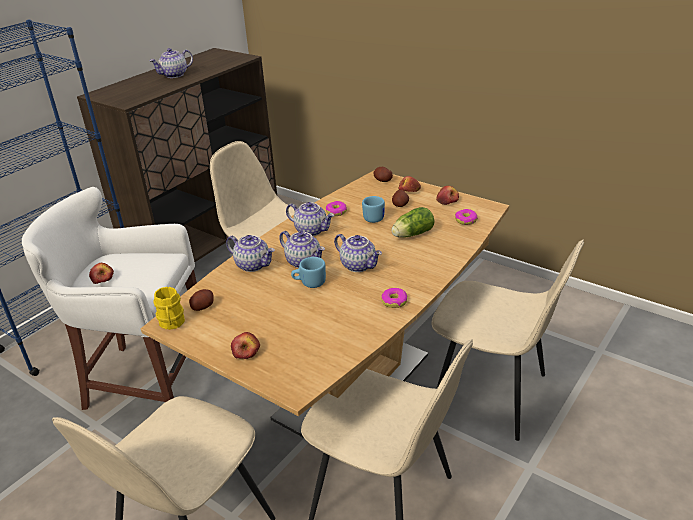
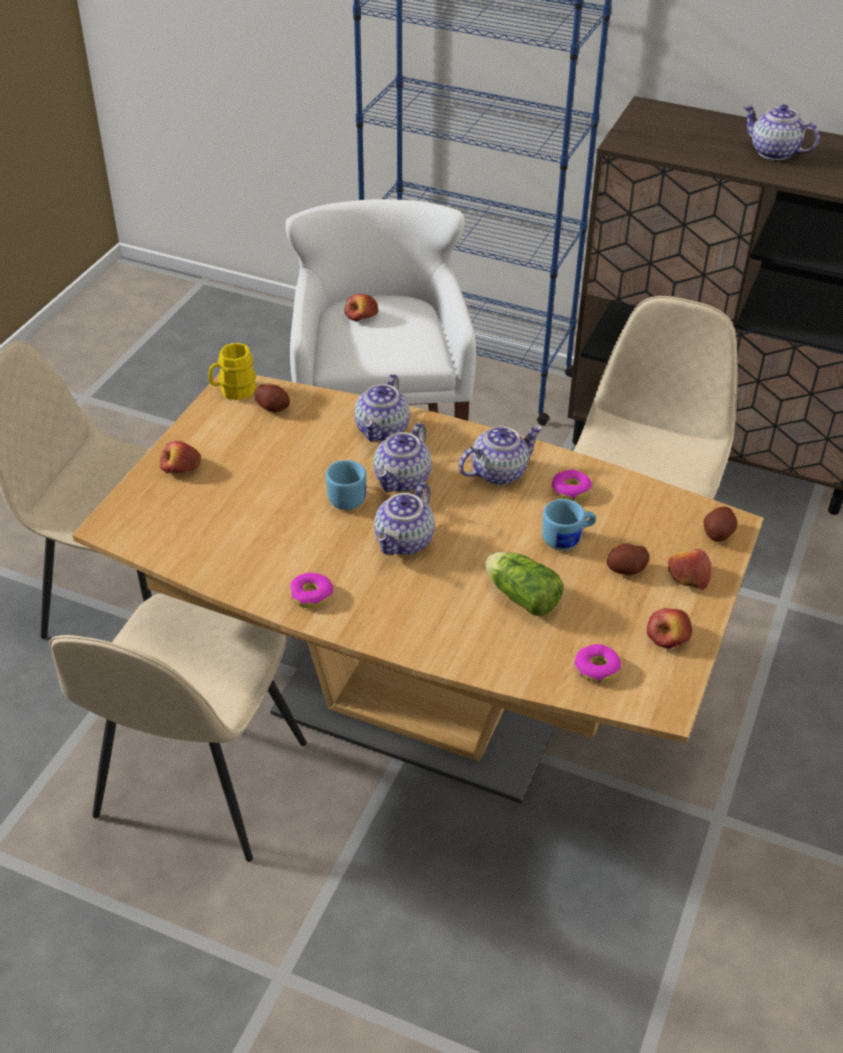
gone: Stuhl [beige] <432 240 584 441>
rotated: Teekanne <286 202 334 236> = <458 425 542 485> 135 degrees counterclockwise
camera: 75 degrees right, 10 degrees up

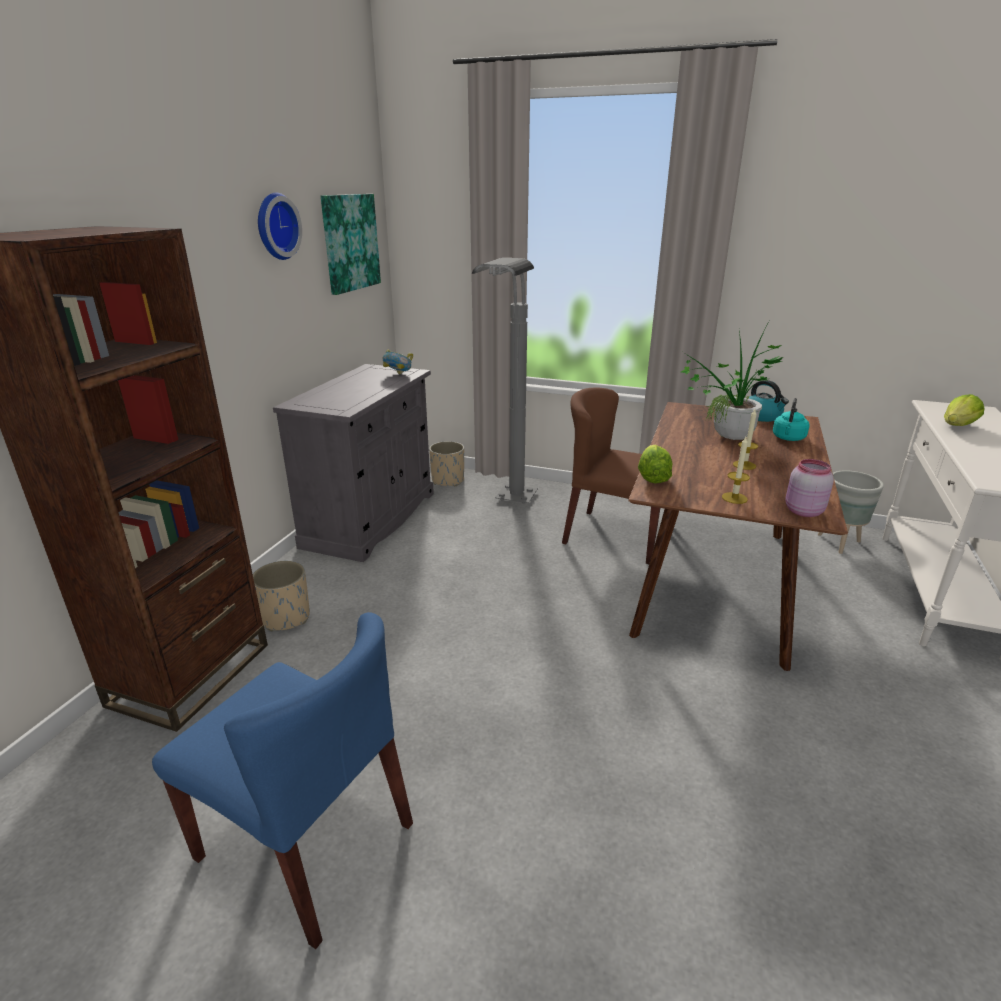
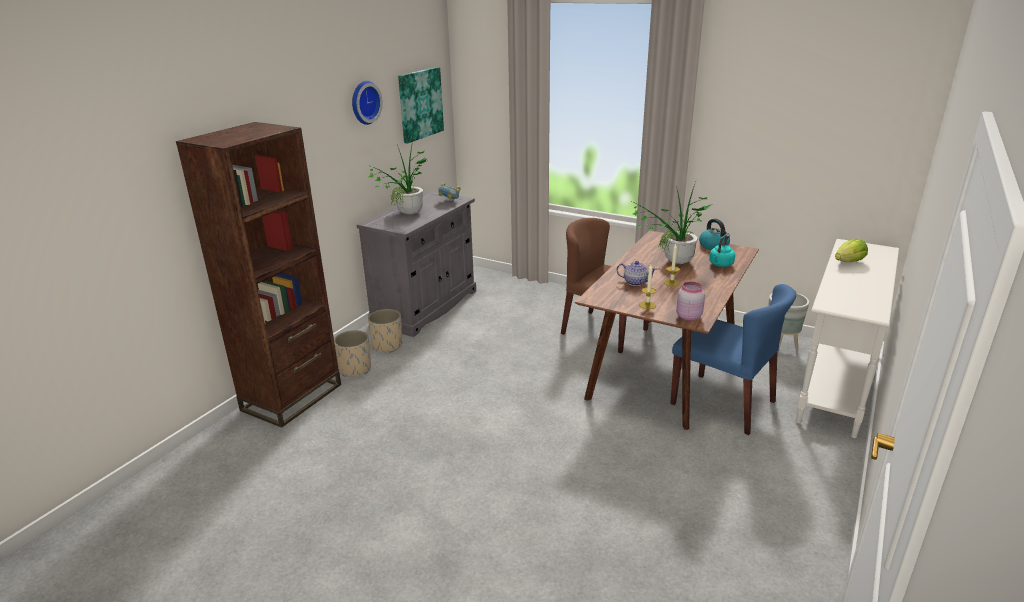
gone: Stehlampe [grau] <471 258 538 504>; Salatkopf <638 444 672 483>
new: Topfpflanze <369 141 427 214>; Teekanne <616 261 657 286>
shifted: Pflanzkübel [beige] <429 441 464 487> to <368 309 402 353>; Stuhl [blau] <152 612 413 949> to <670 284 796 435>
camera: 10 degrees right, 0 degrees up

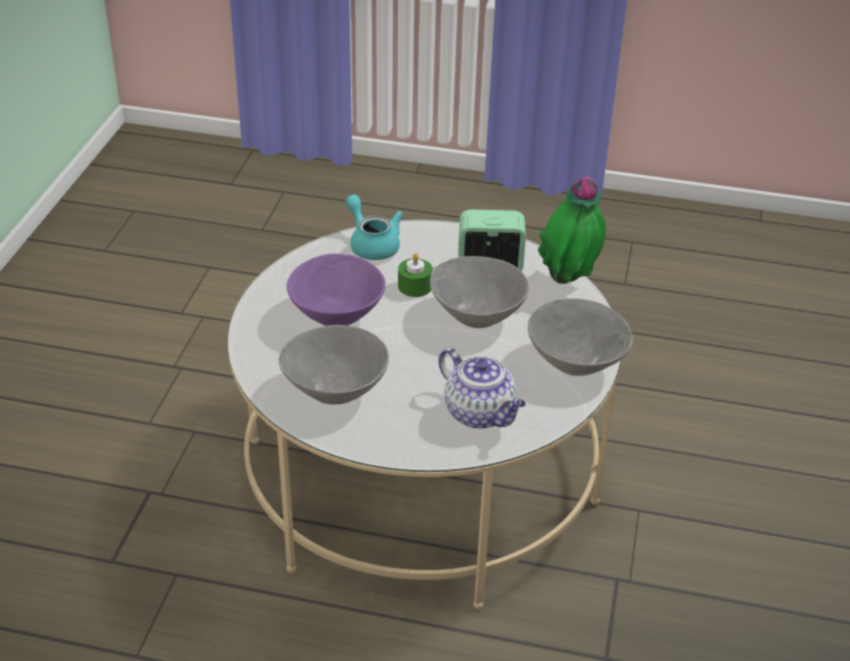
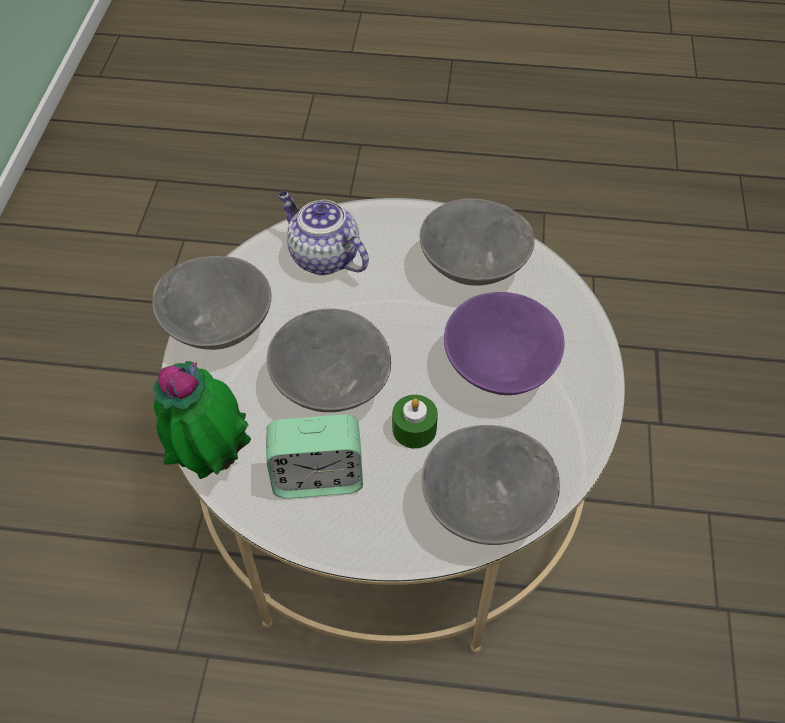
swapped: Teekanne [türkis] <346 195 403 260> to Schüssel [grau] <421 425 560 545>
camera: 175 degrees right, 15 degrees up

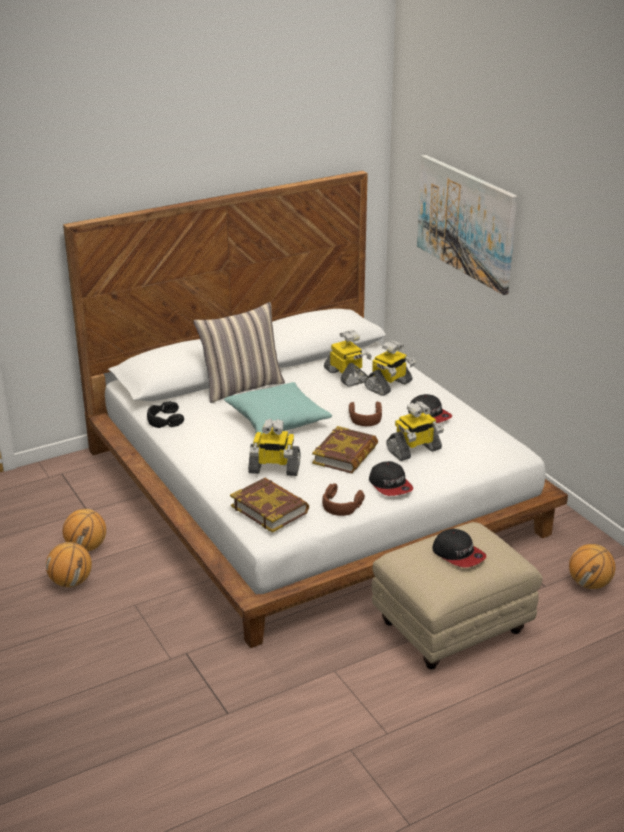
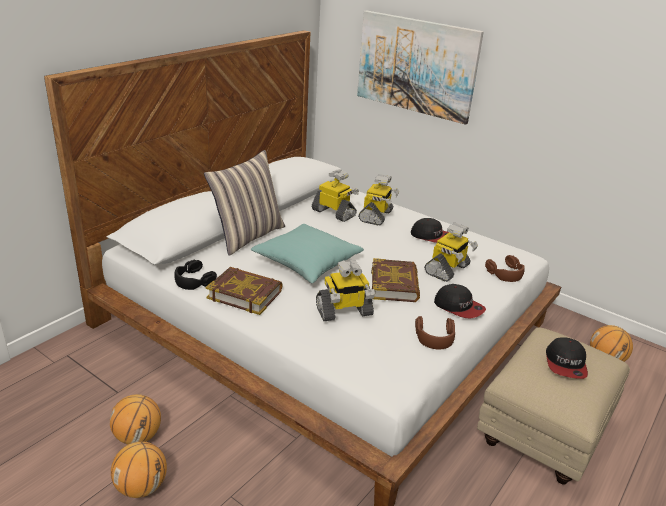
shifted: Kopfhörer [braun] <349 402 382 426> to <485 255 525 282>; Buch <230 478 309 533> to <206 267 283 315>
rotated: Kappe <432 529 486 568> = <546 338 588 379> 75 degrees clockwise
camera: 25 degrees left, 0 degrees up

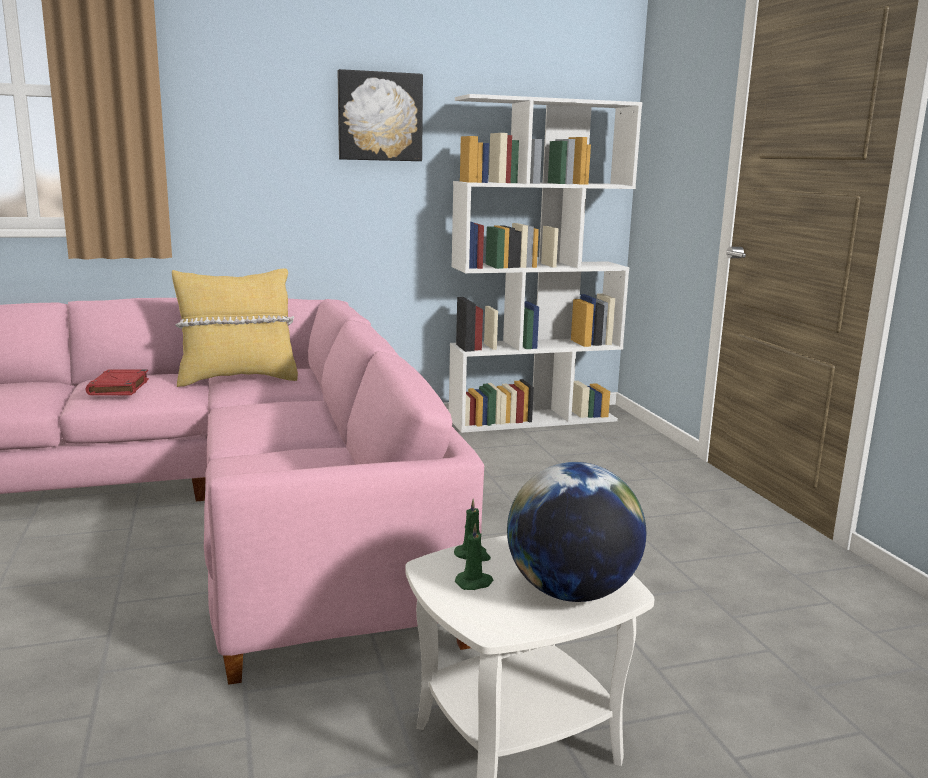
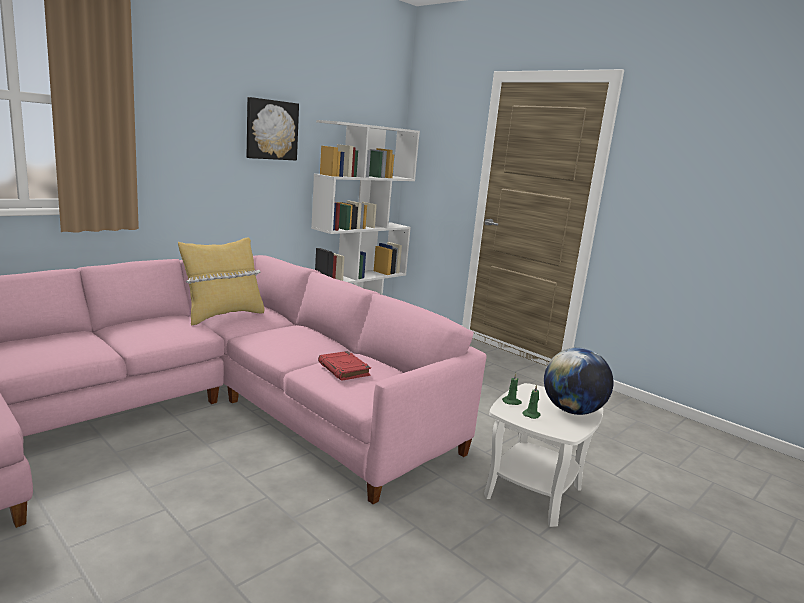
shifted: Buch [rot] <86 369 149 395> to <318 351 371 381>
camera: 30 degrees left, 0 degrees up

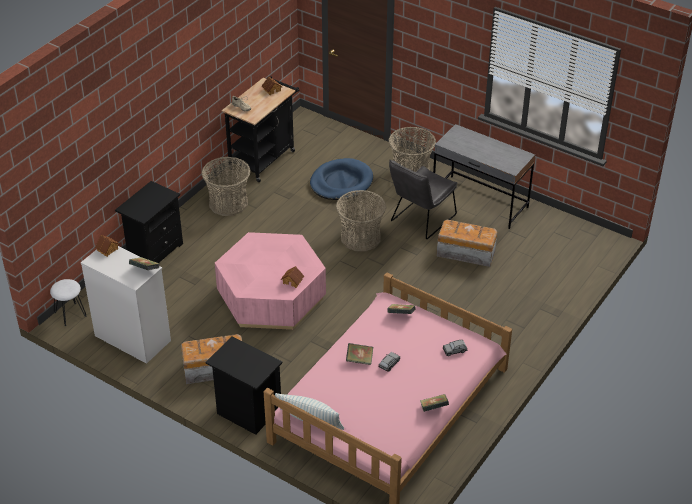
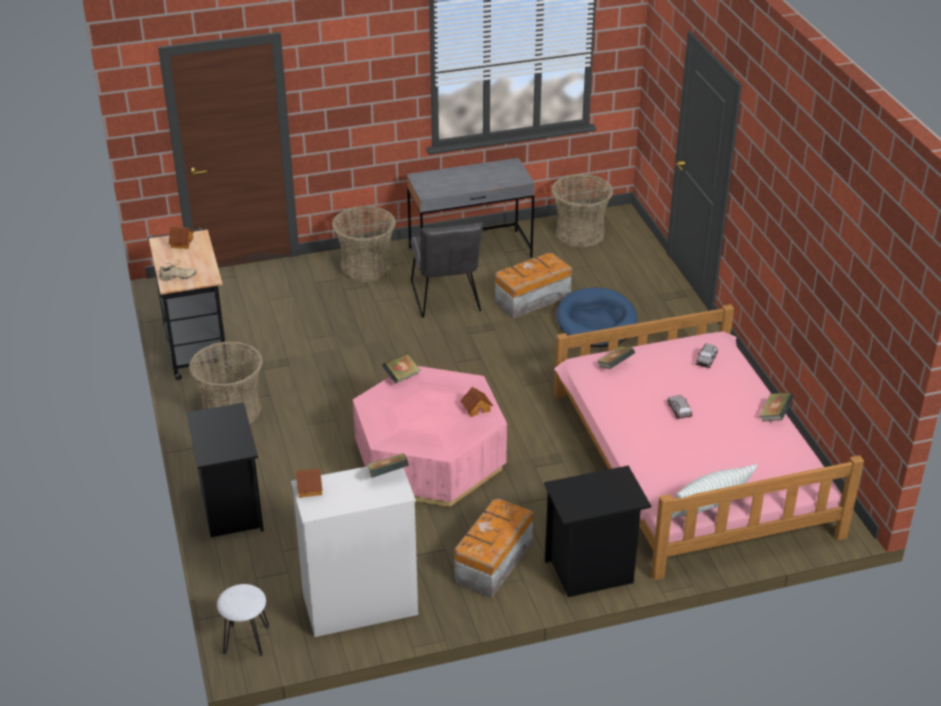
shifted: Hundebett [blau] <310 158 373 200> to <556 288 637 347>; Korb <336 190 386 251> to <551 174 613 247>; Buch <346 343 373 365> to <382 353 421 384>
camera: 50 degrees left, 5 degrees down

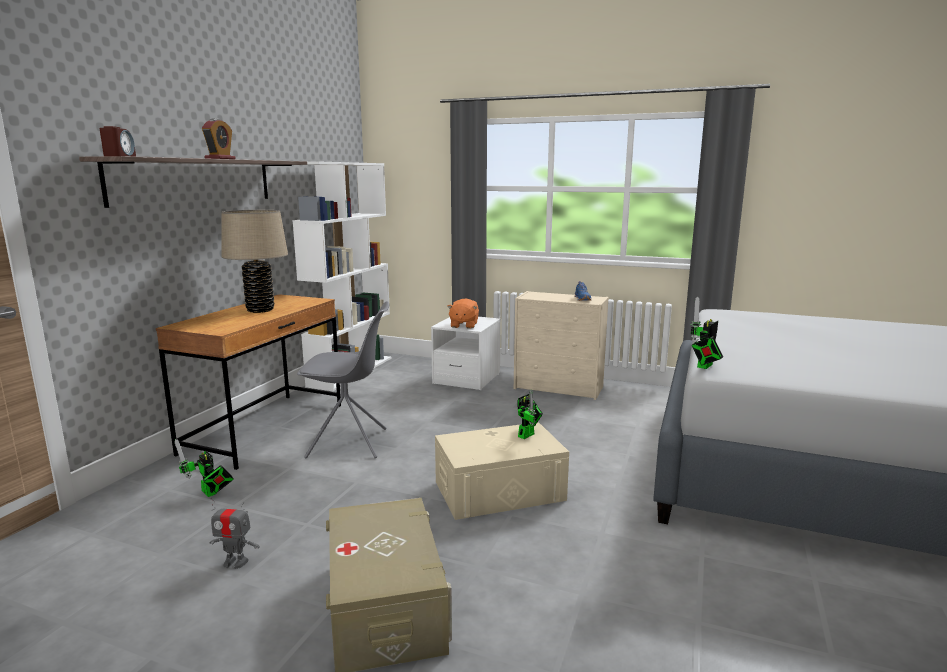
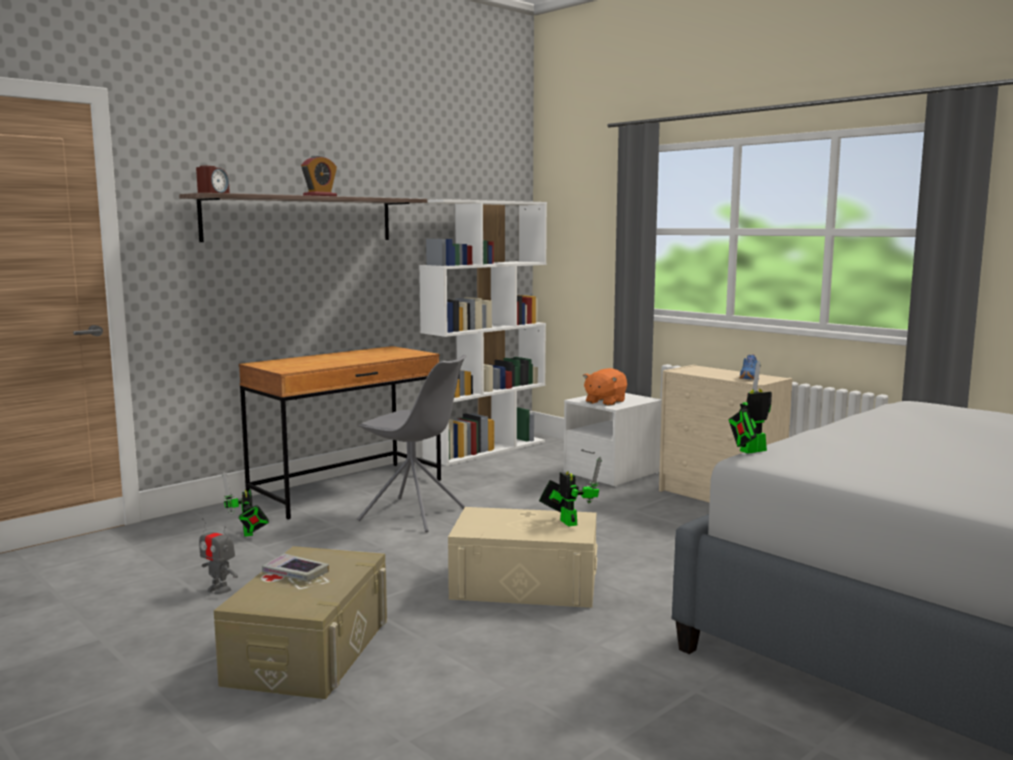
gone: Tischlampe [beige] <221 210 288 313>
new: Buch <262 553 329 581>
rotated: Spielzeugroboter <517 390 543 439> = <539 457 602 527> 90 degrees counterclockwise
camera: 25 degrees right, 5 degrees down

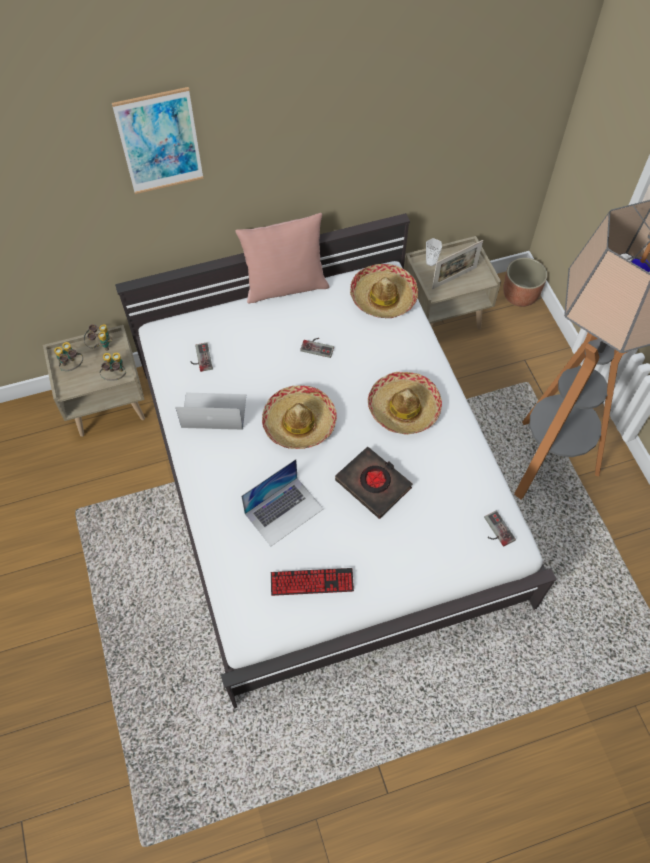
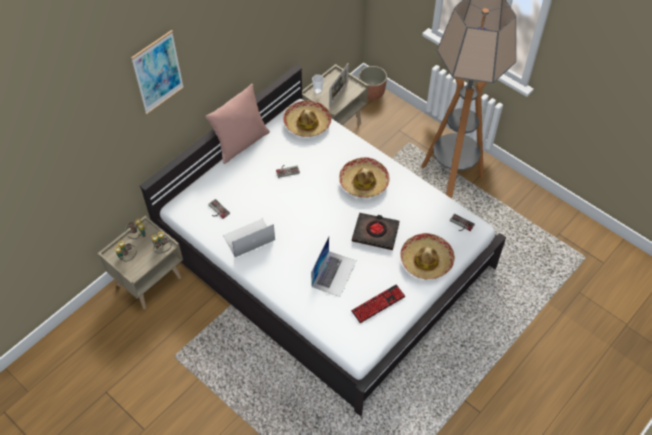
shifted: Hut <262 385 337 449> to <400 233 455 280>
camera: 30 degrees left, 5 degrees down

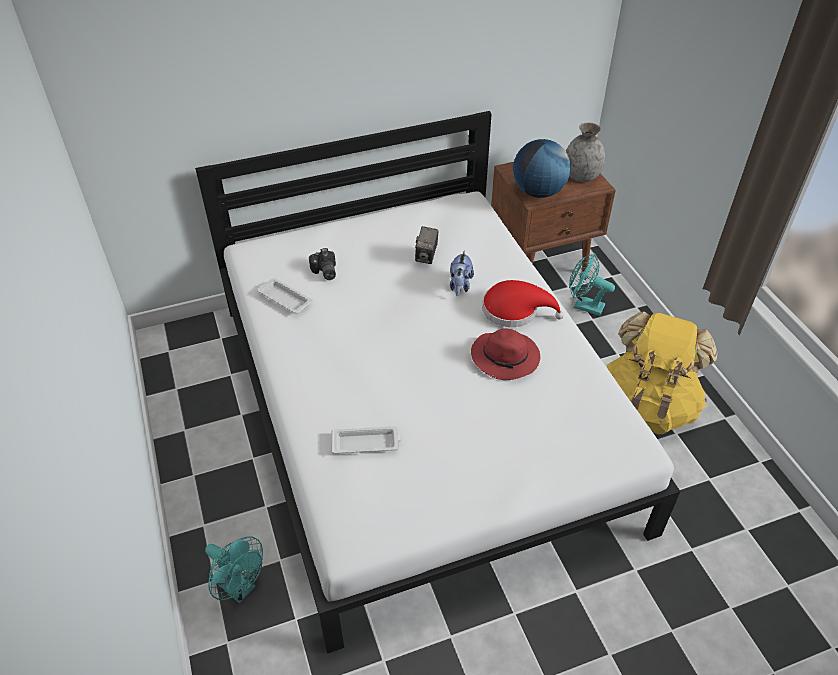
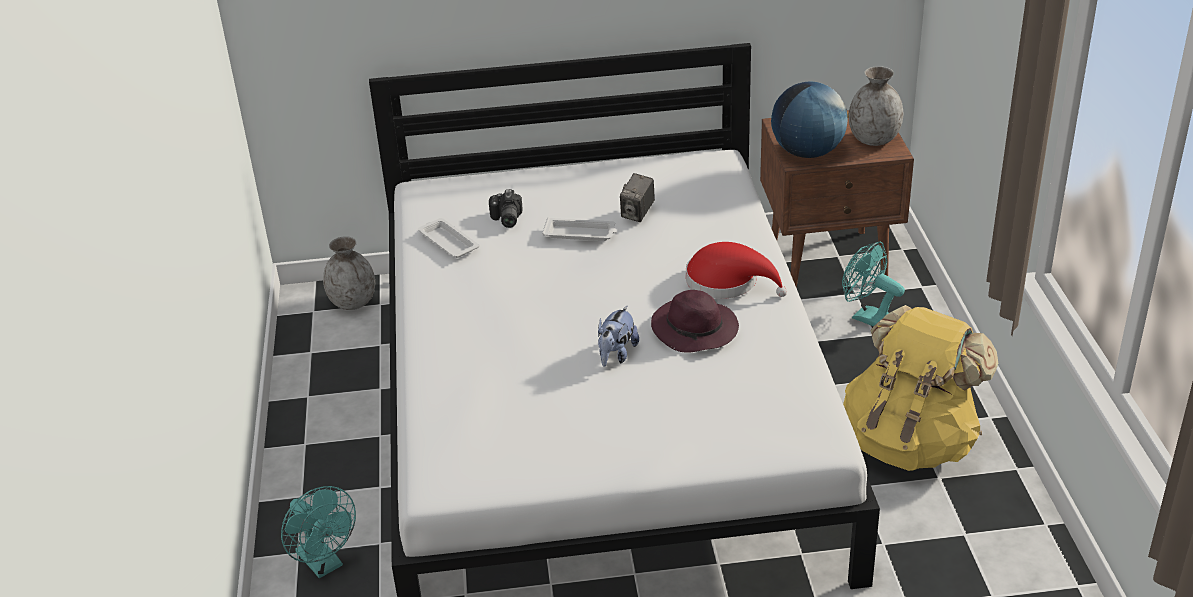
new: Vase [grau] <323 236 375 310>
shifted: Plüschtier <450 250 474 296> to <598 306 639 367>; Tablett [weiß] <331 426 402 454> to <542 217 617 241>
repainted: Hut [rot] <471 329 540 380> to Hut [lila] <651 290 739 353>
camera: 15 degrees right, 10 degrees down

